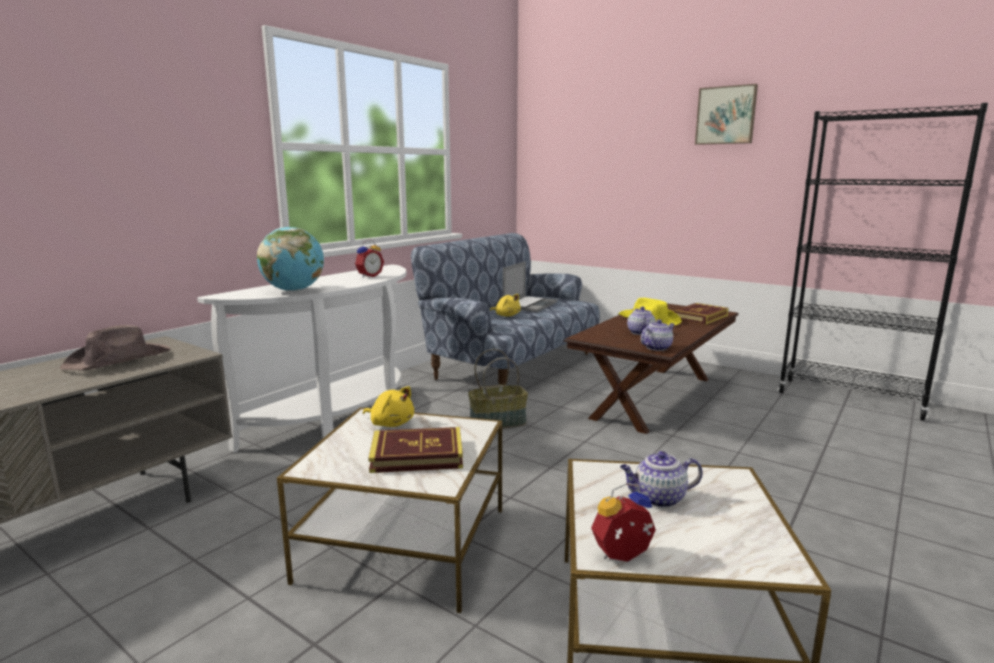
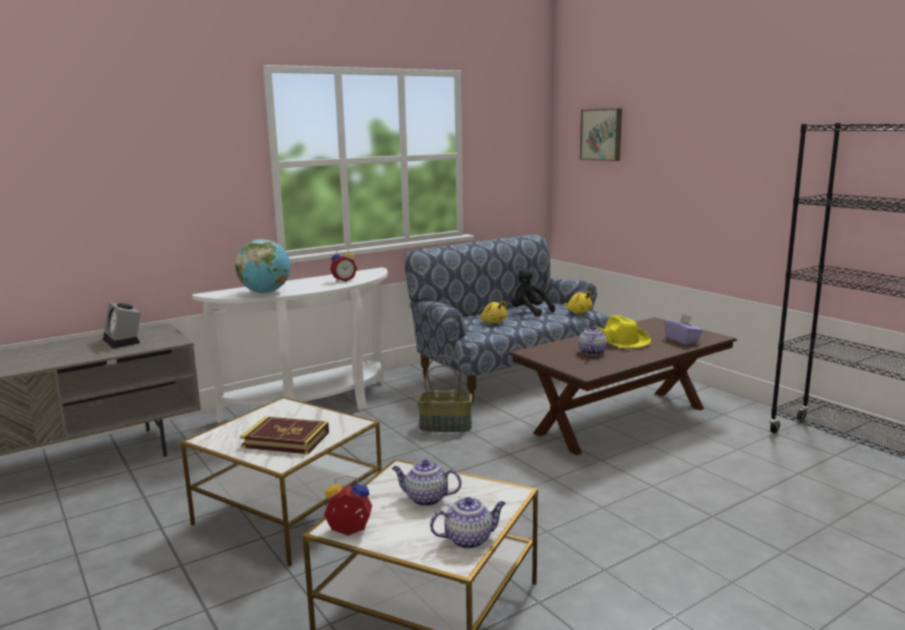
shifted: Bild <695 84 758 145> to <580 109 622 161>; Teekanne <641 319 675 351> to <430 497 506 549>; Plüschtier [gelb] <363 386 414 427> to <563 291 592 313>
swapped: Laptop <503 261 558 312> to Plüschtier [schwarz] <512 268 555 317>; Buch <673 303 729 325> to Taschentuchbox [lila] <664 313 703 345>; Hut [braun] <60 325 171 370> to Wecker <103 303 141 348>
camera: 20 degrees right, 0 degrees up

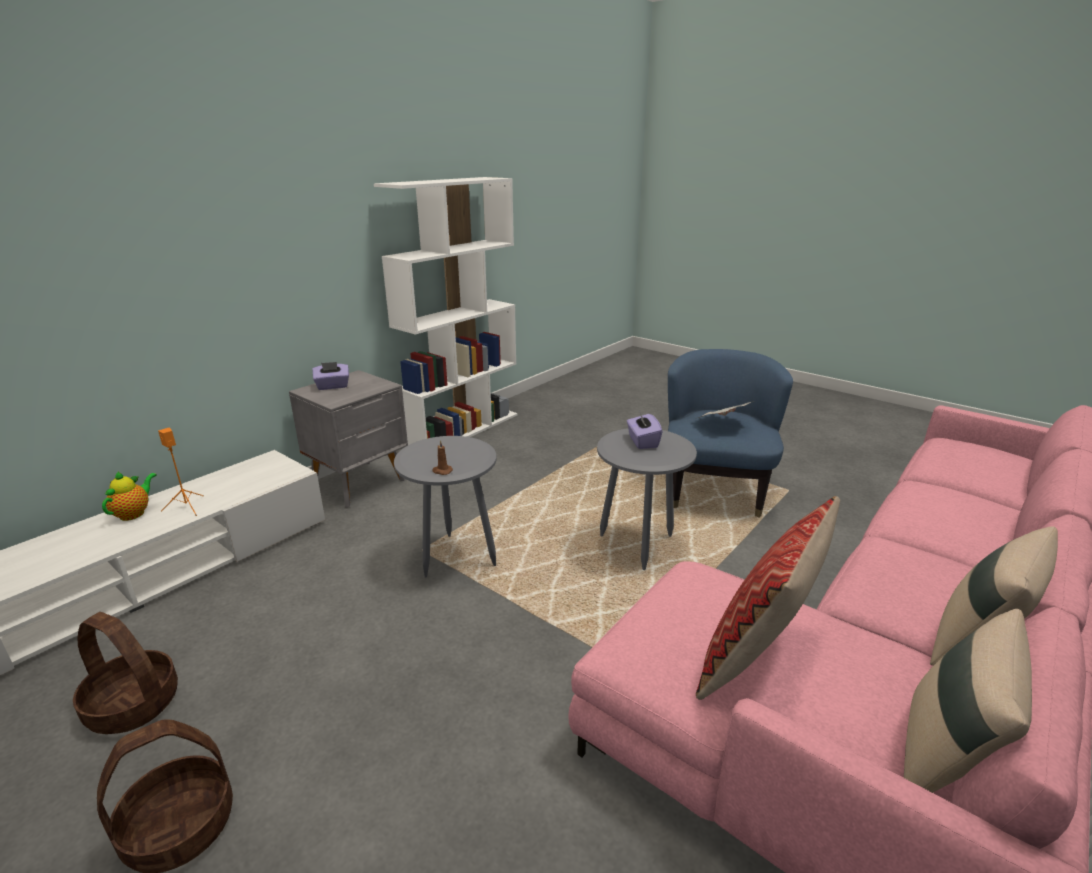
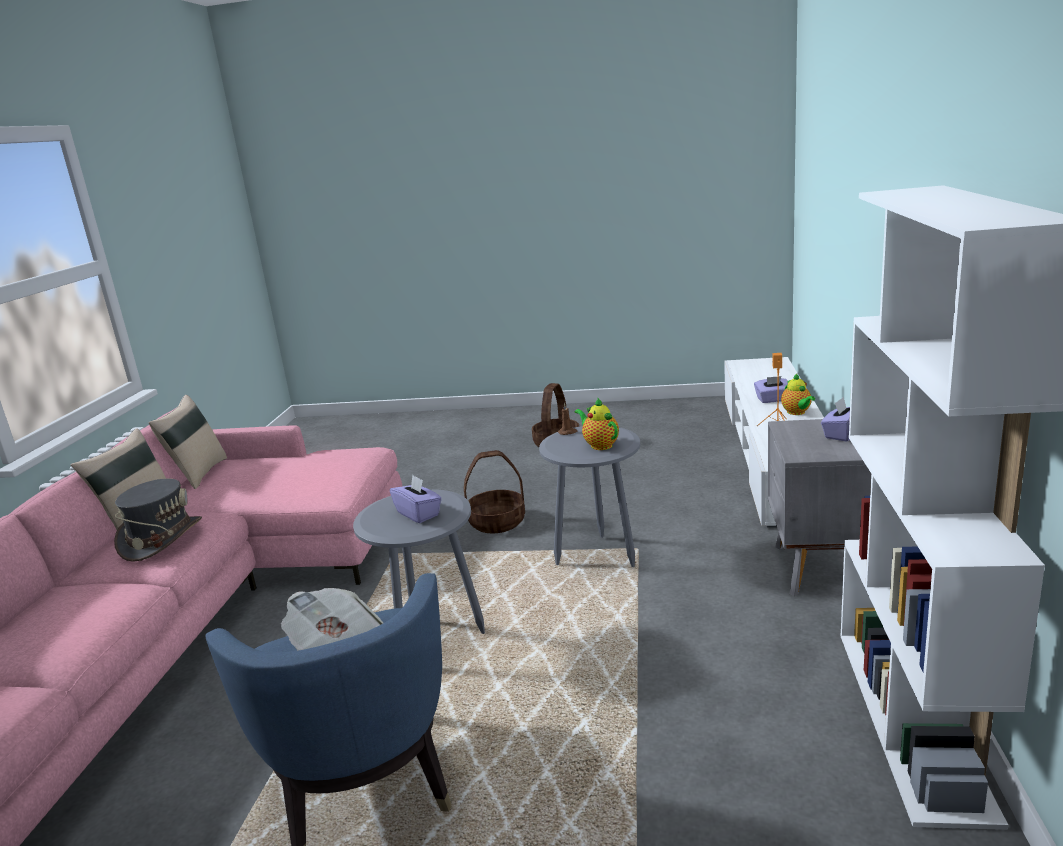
gone: Kissen <696 496 840 700>
new: Taschentuchbox [lila] <754 376 788 403>; Teekanne <575 397 619 450>; Hut [grau] <114 478 202 562>
shifted: Korb <73 612 178 734> to <464 450 525 533>
camera: 150 degrees right, 5 degrees down

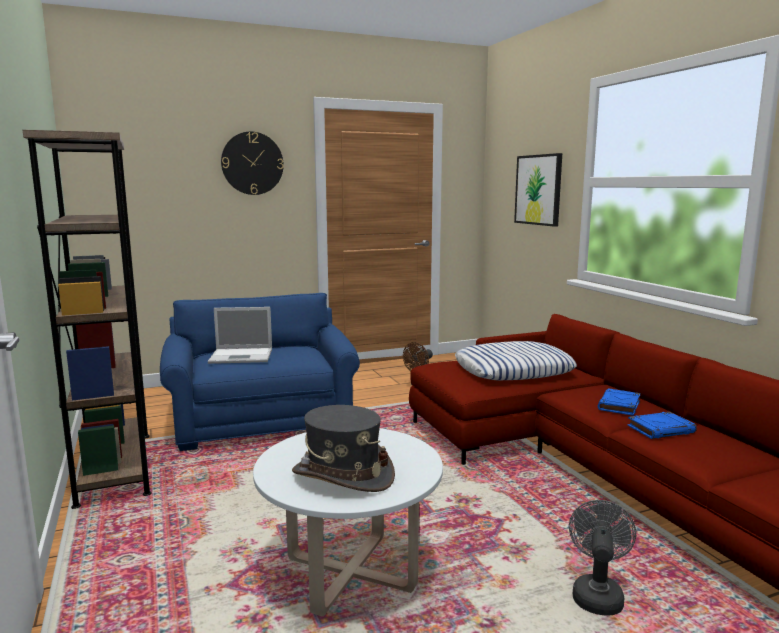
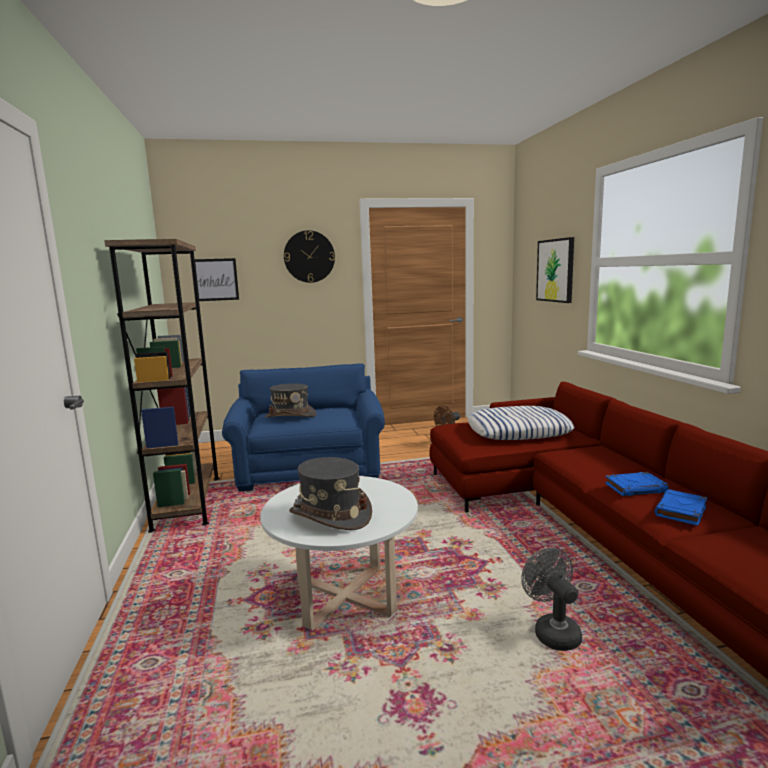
new: Bild <195 258 239 301>
shifted: Buch [blau] <598 388 640 416> to <655 489 707 526>
swapped: Laptop <208 307 272 364> to Hut [grau] <265 383 317 417>
rotated: Ventilator [grau] <569 500 636 616> = <521 548 582 651> 45 degrees counterclockwise
camera: 10 degrees right, 0 degrees up

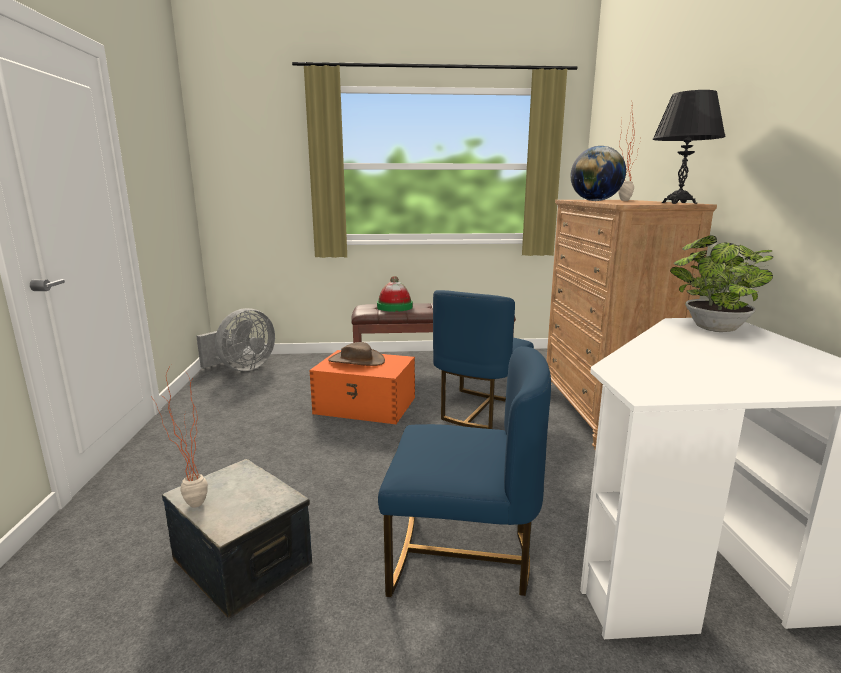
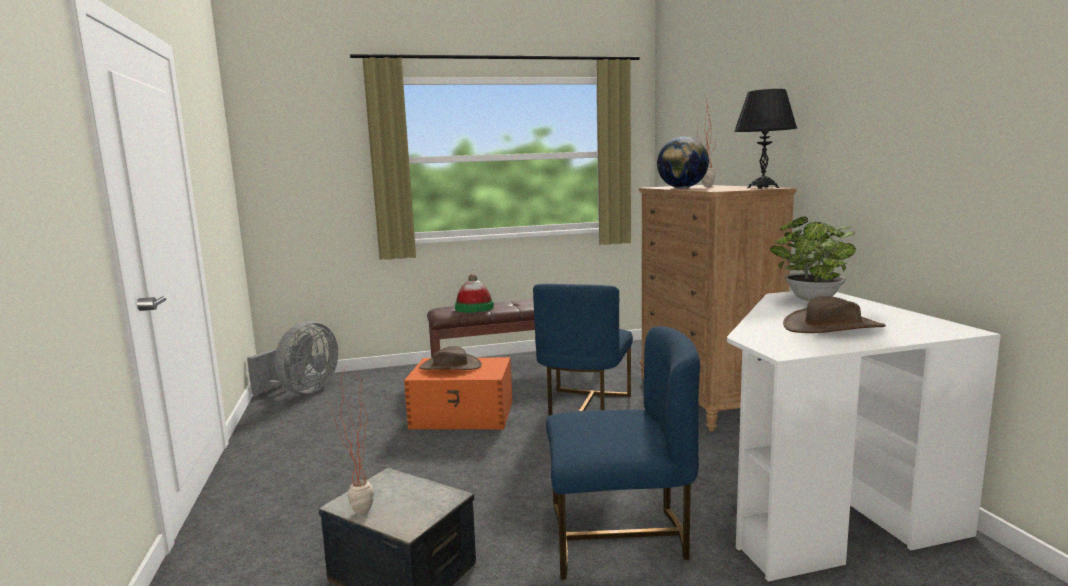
new: Hut [braun] <783 296 886 333>
camera: 10 degrees left, 5 degrees down

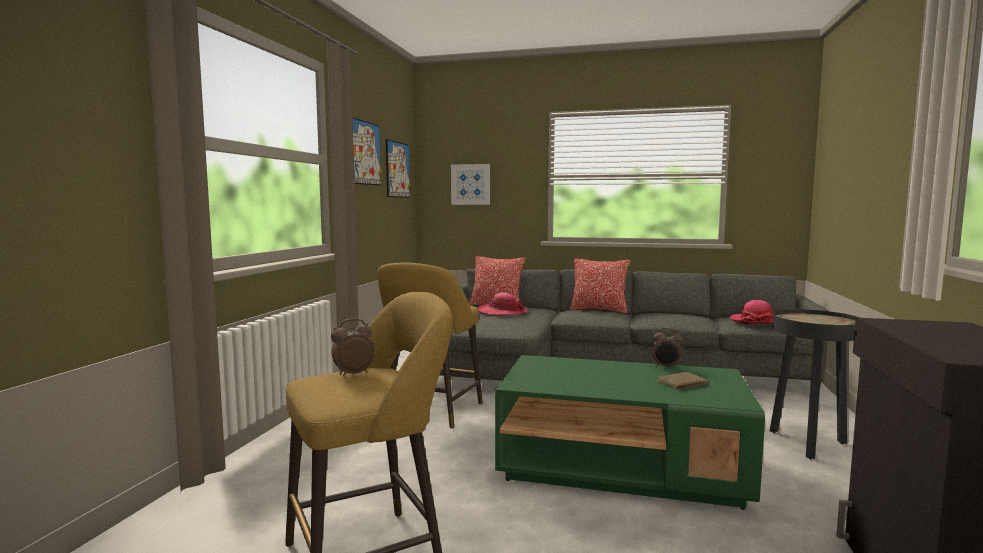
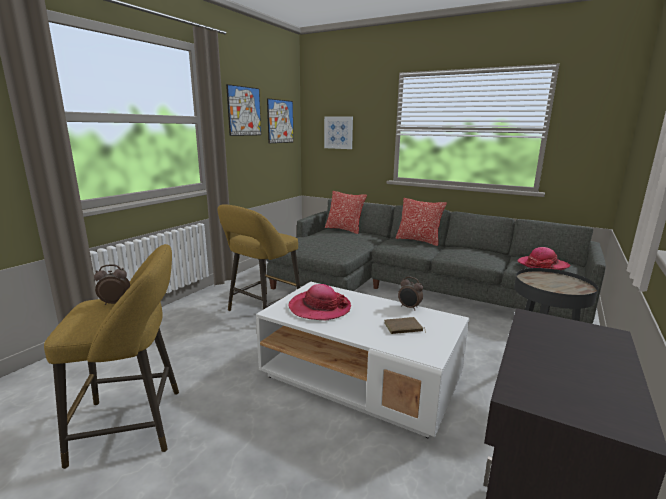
shifted: Hut <478 292 528 315> to <288 284 351 321>
repainted: Couchtisch [grün] <495 355 765 510> to Couchtisch [weiß] <256 282 469 438>
camera: 15 degrees right, 10 degrees up

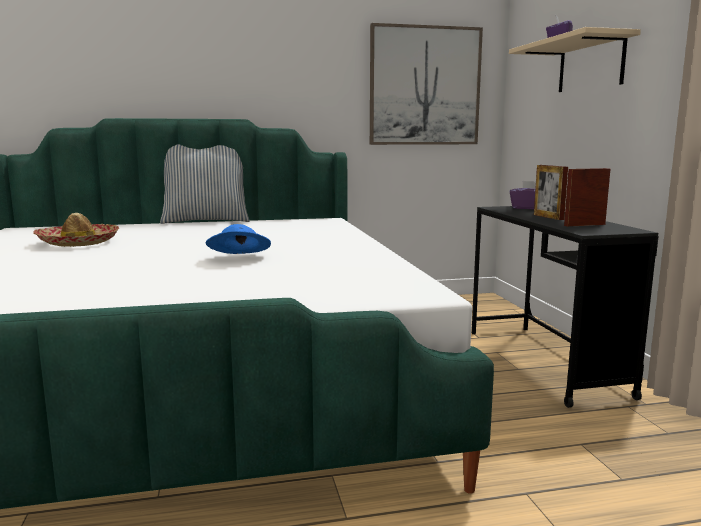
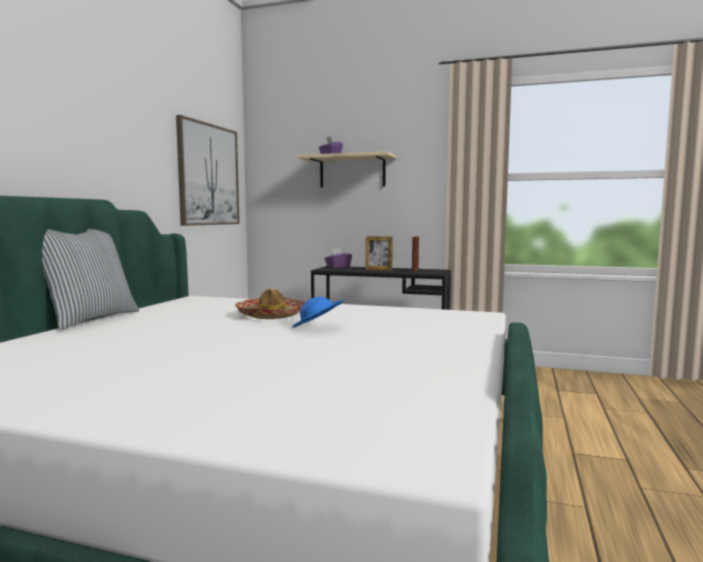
shifted: Hut <33 213 119 247> to <235 288 305 319>
camera: 60 degrees left, 5 degrees down

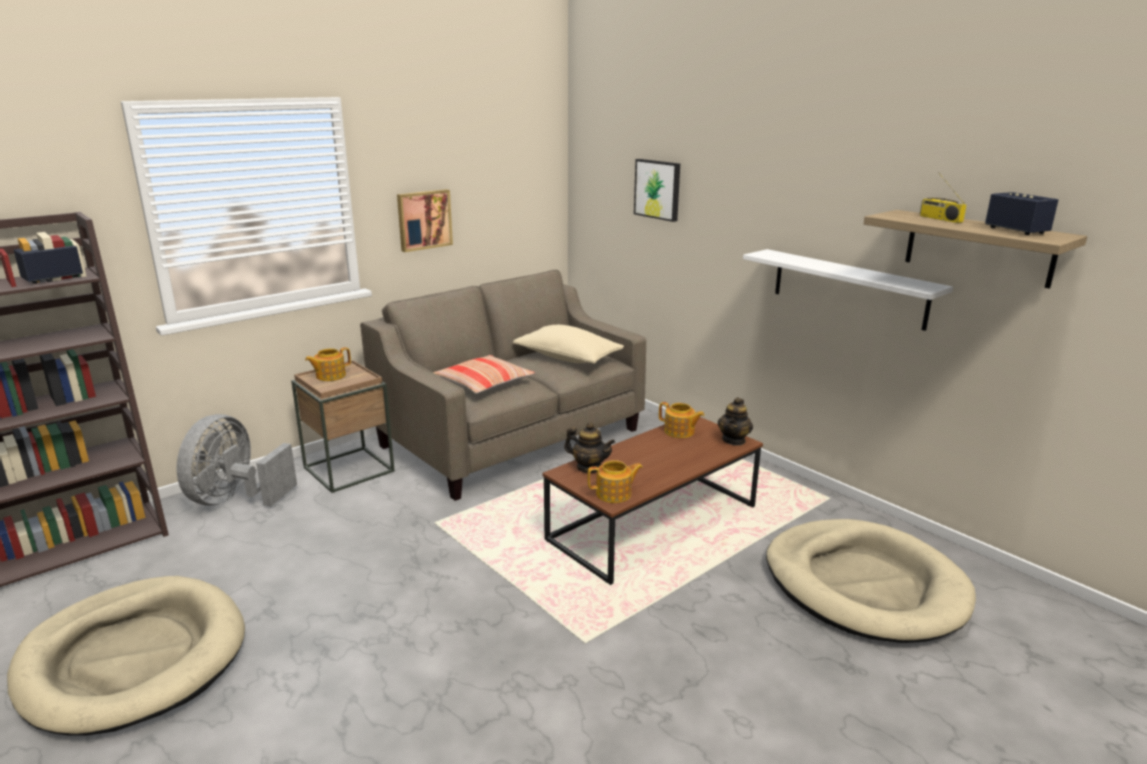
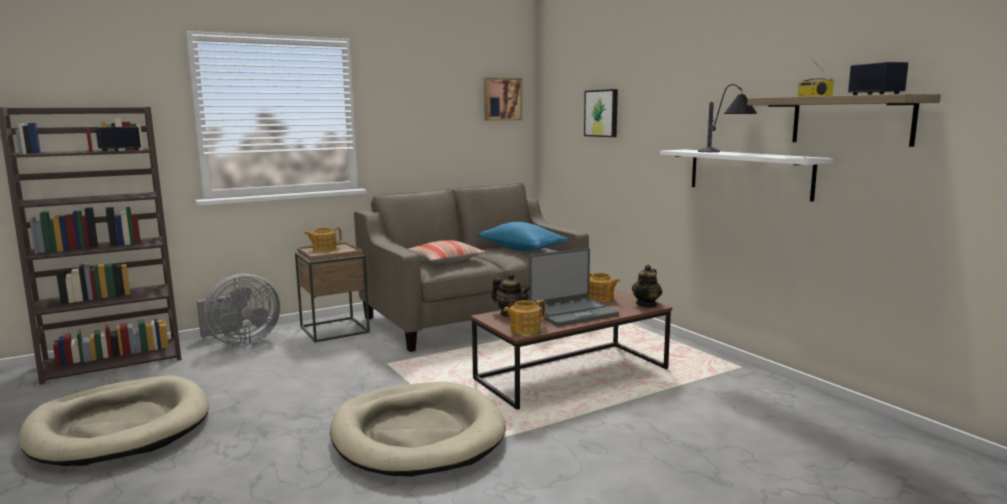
new: Tischlampe <698 84 757 152>; Laptop <529 248 619 326>
shifted: Bild <397 189 453 252> to <484 78 522 121>; Hundebett [beige] <766 519 976 643> to <330 381 506 477>
repainted: Kissen [beige] <513 325 624 364> to Kissen [blau] <477 222 568 251>
rotated: Ventilator [grau] <177 414 297 506> = <197 273 280 346> 150 degrees counterclockwise; Teekanne <587 460 643 503> = <503 300 546 335> 150 degrees clockwise
camera: 10 degrees right, 10 degrees down

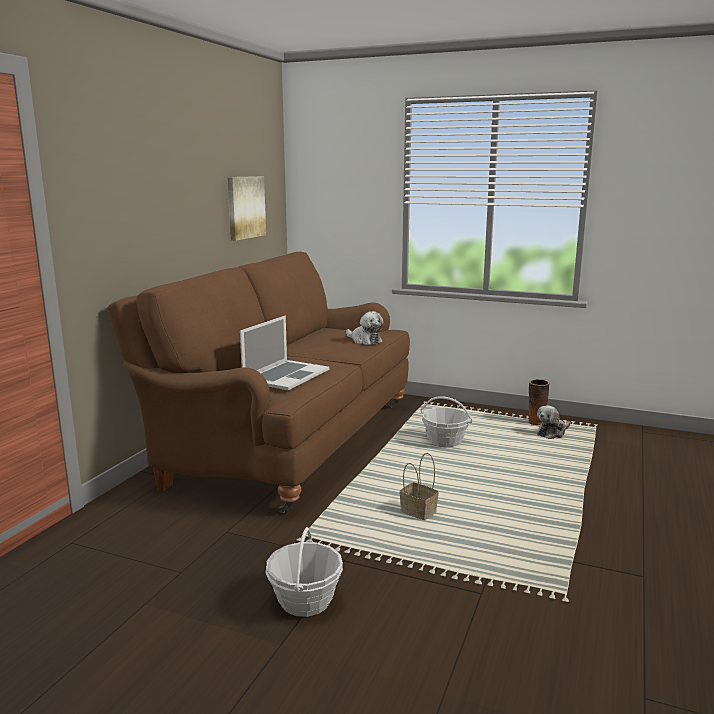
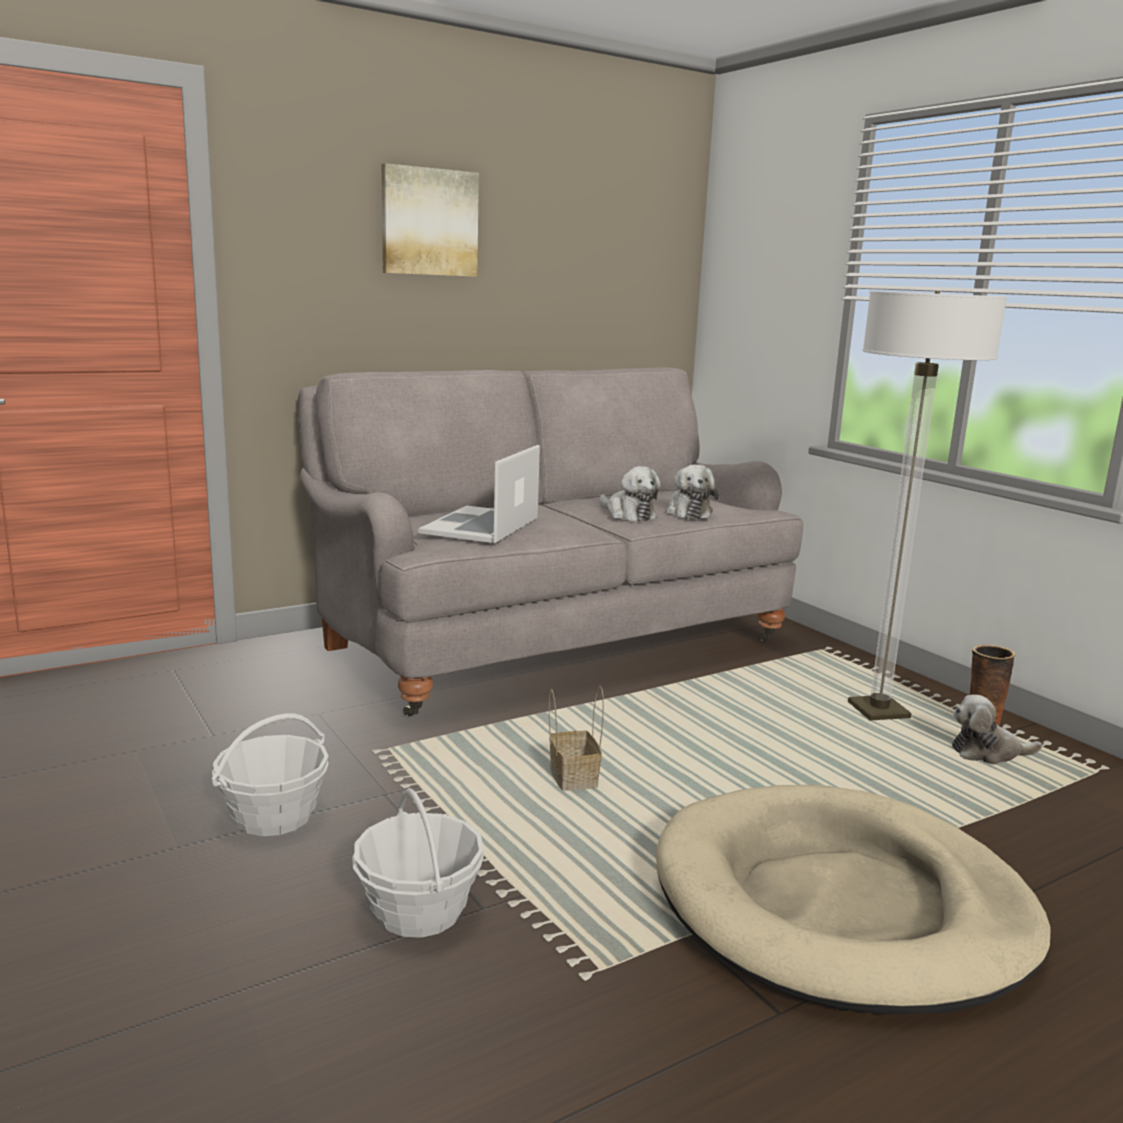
new: Stehlampe <848 291 1007 720>; Plüschtier <600 466 661 521>; Hundebett [beige] <656 785 1051 1015>
shifted: Bild <227 176 266 241> to <382 163 479 277>; Korb <421 396 473 447> to <352 788 484 938>
repainted: Sofa [braun] <107 252 410 513> to Sofa [grau] <298 367 803 717>
rotated: Laptop <240 315 329 390> = <418 445 540 543> 135 degrees clockwise
camera: 35 degrees right, 0 degrees up

